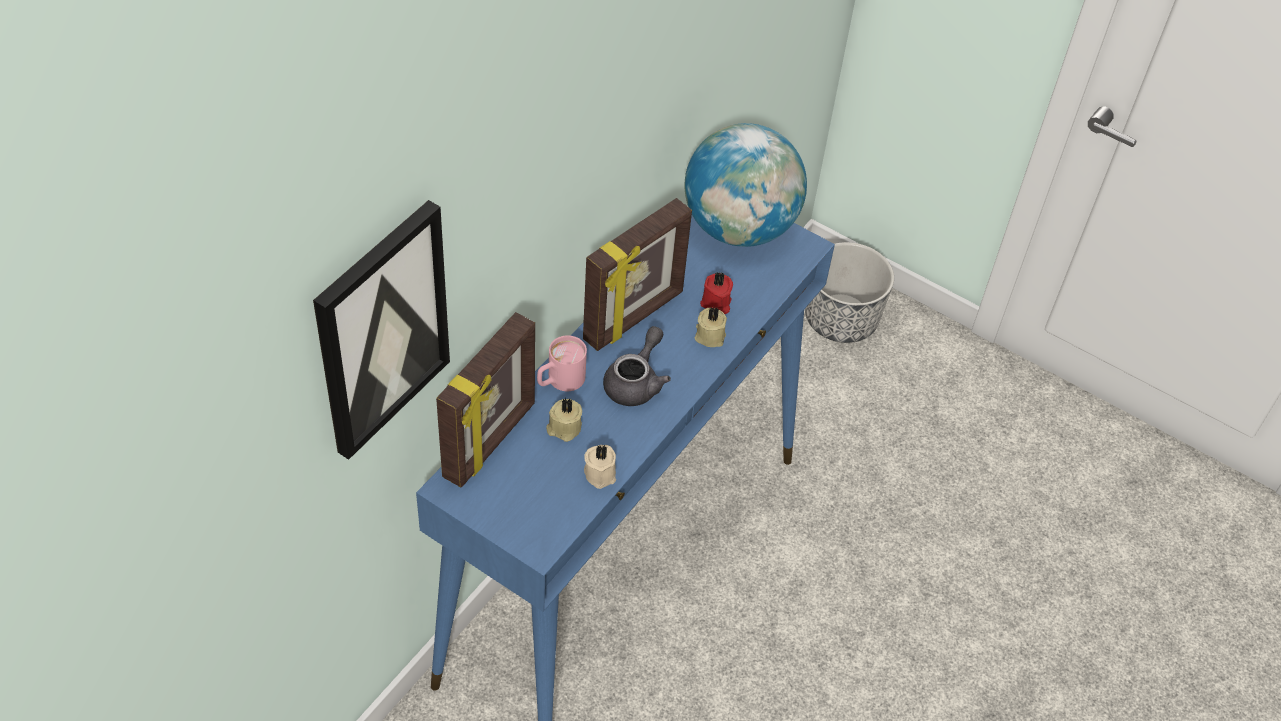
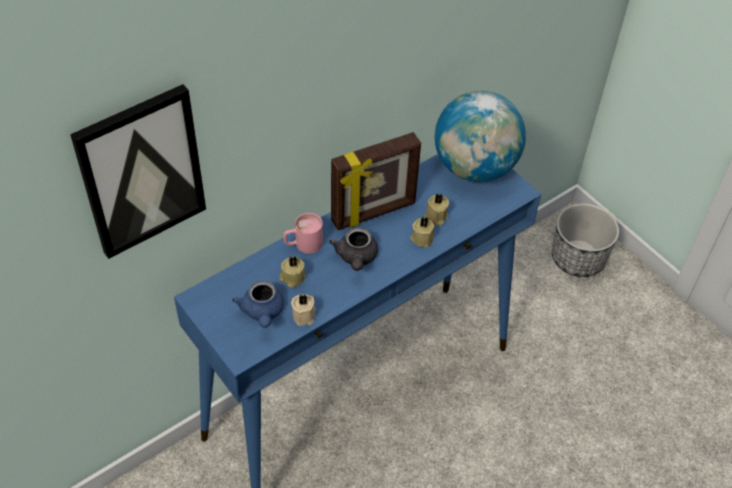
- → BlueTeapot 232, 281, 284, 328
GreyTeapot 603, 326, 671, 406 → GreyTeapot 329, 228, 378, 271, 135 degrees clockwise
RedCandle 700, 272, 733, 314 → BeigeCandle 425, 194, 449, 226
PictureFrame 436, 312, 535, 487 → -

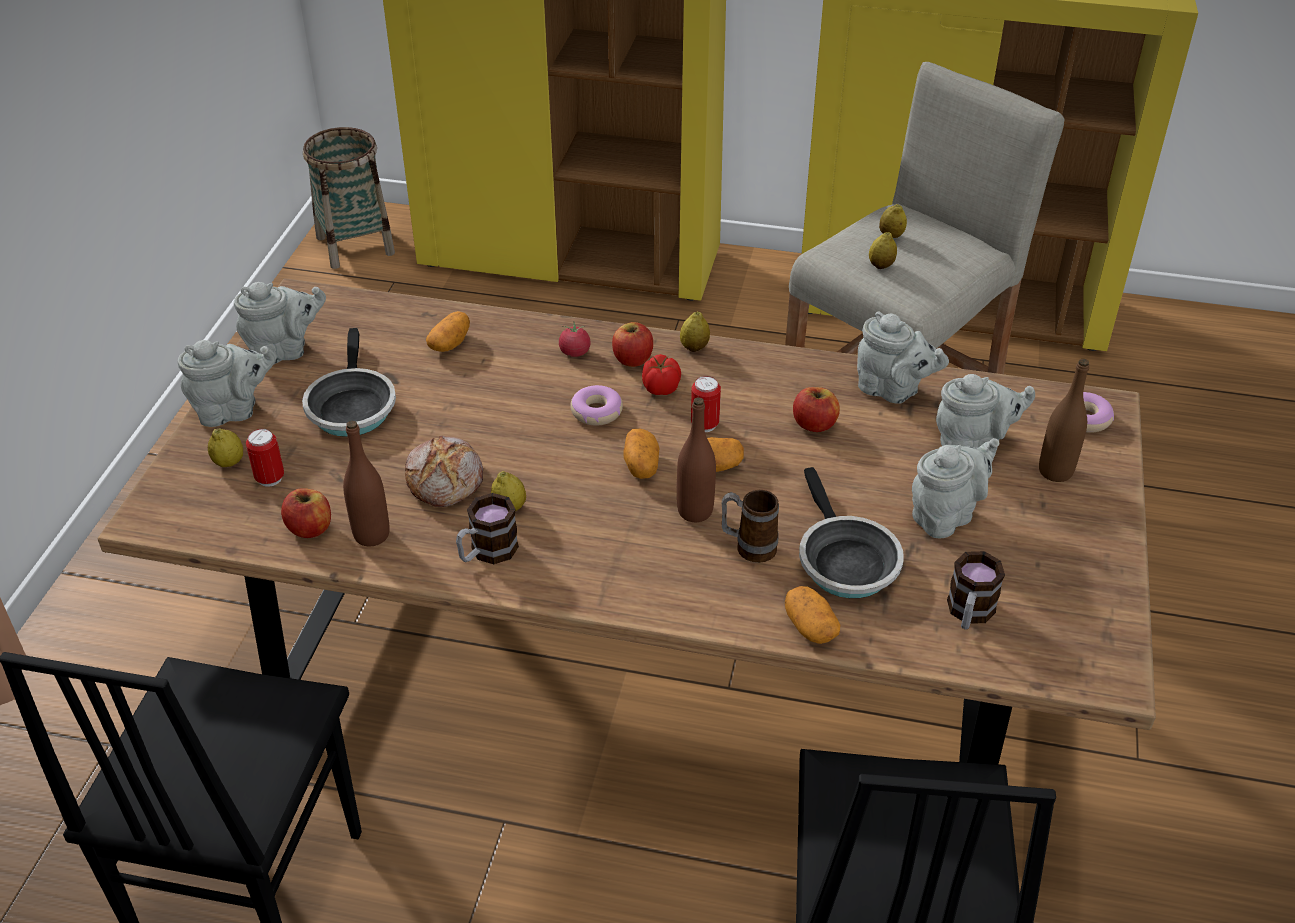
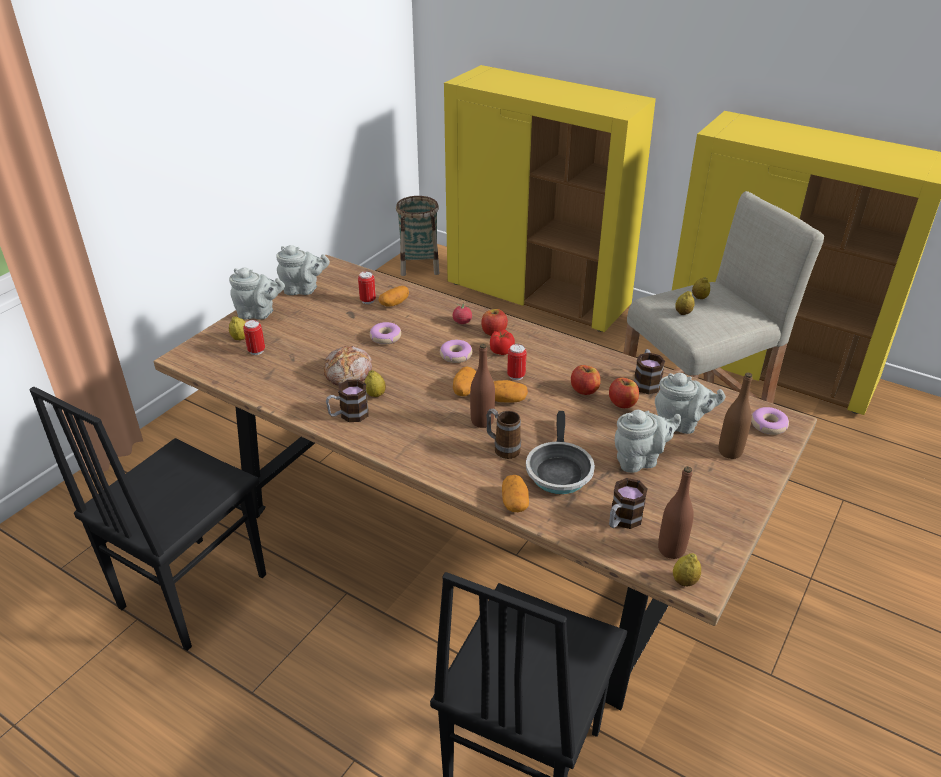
- → Can 358, 271, 376, 304
- → Donut 370, 322, 401, 345
Apple 281, 488, 331, 538 → Apple 609, 377, 639, 408, shifted
GreyTeapot 857, 311, 949, 404 → Mug 634, 349, 665, 394
BrownBottle 343, 421, 390, 546 → BrownBottle 658, 466, 694, 559, shifted
Lemon 680, 312, 710, 352 → Lemon 673, 553, 701, 586, shifted
FryingPan 302, 328, 396, 437 → -

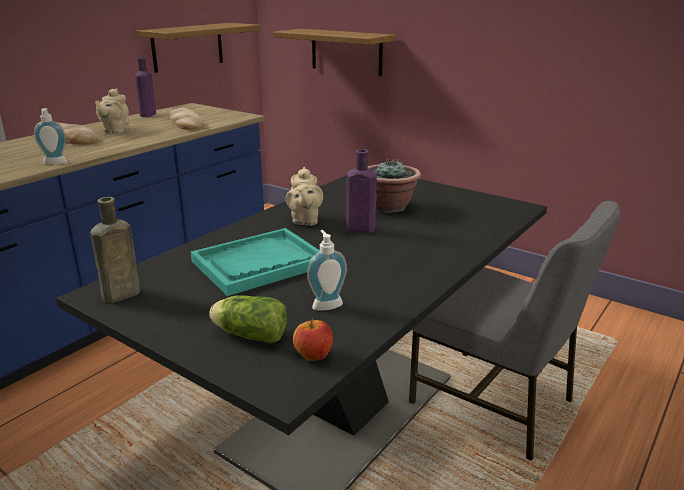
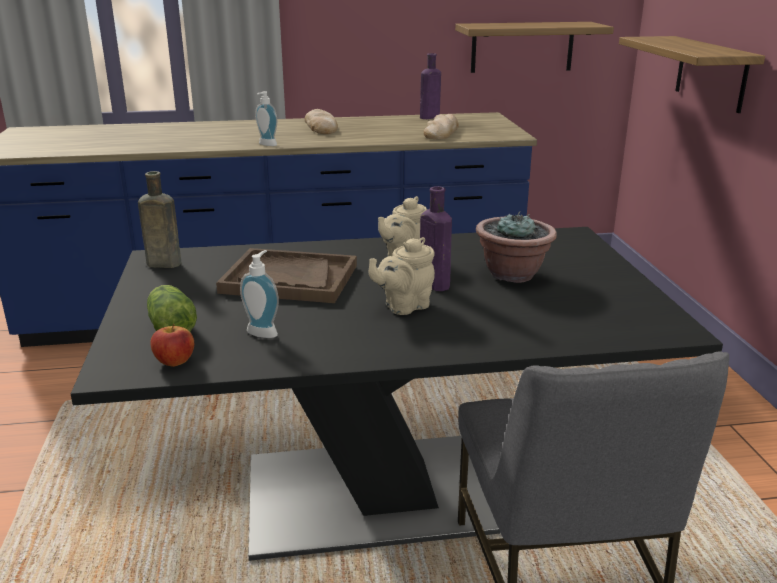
TurquoiseTray 191, 228, 320, 296 → BrownTray 216, 248, 357, 303
BeigeTeapot 95, 88, 129, 134 → BeigeTeapot 369, 237, 435, 315, shifted

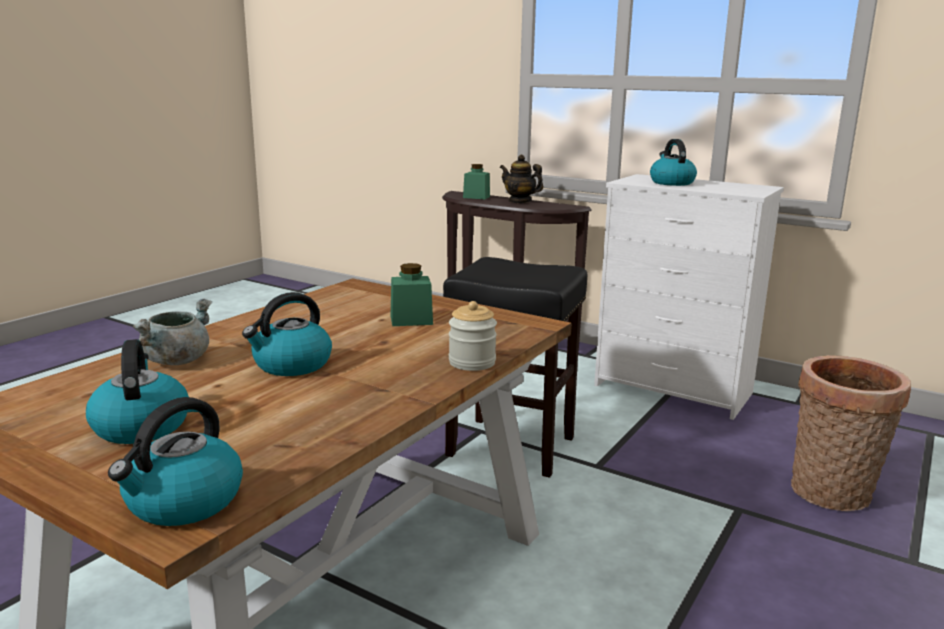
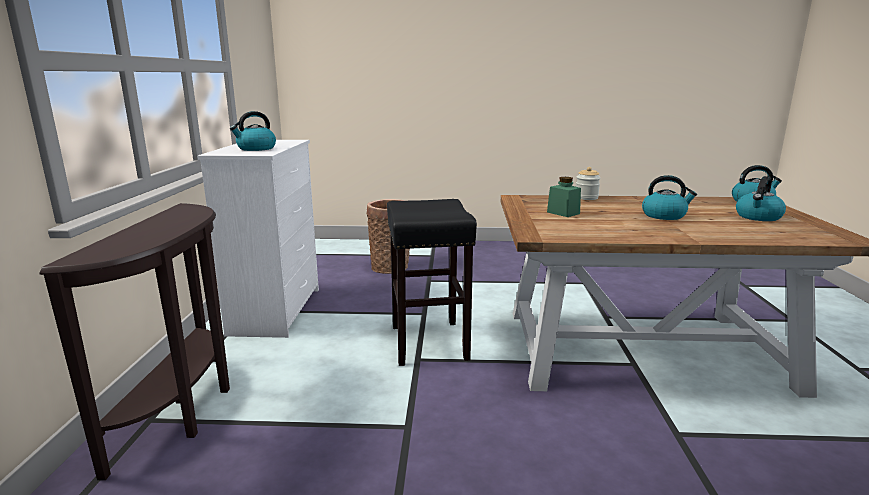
GreyCookingPot 133, 299, 212, 365 → -
GreenJar 463, 164, 490, 199 → -
Teapot 500, 155, 544, 203 → -

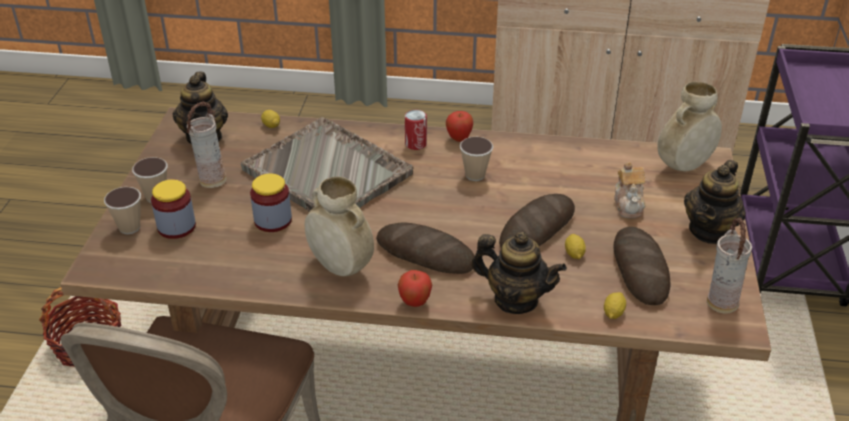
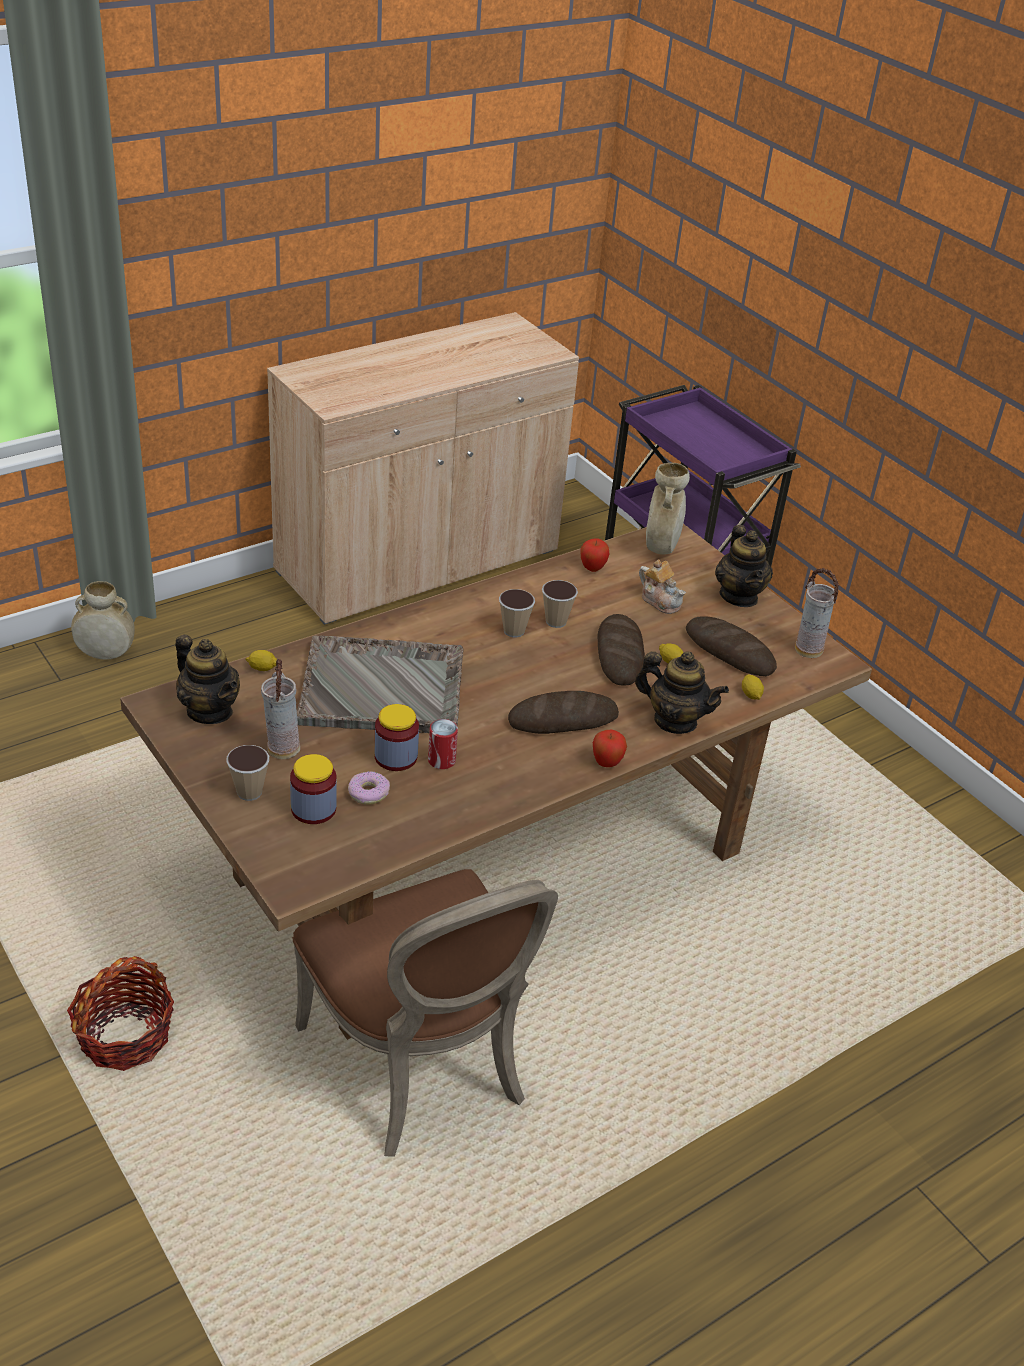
BeigeVase 305, 177, 374, 276 → BeigeVase 71, 581, 135, 660, shifted
- → Donut 348, 771, 390, 805
Can 405, 110, 427, 150 → Can 428, 719, 458, 769, shifted
Cup 104, 187, 141, 234 → Cup 542, 580, 578, 628, shifted
Apple 446, 111, 473, 142 → Apple 581, 538, 609, 572, shifted
Teapot 471, 232, 567, 314 → Teapot 635, 651, 729, 734, 45 degrees clockwise

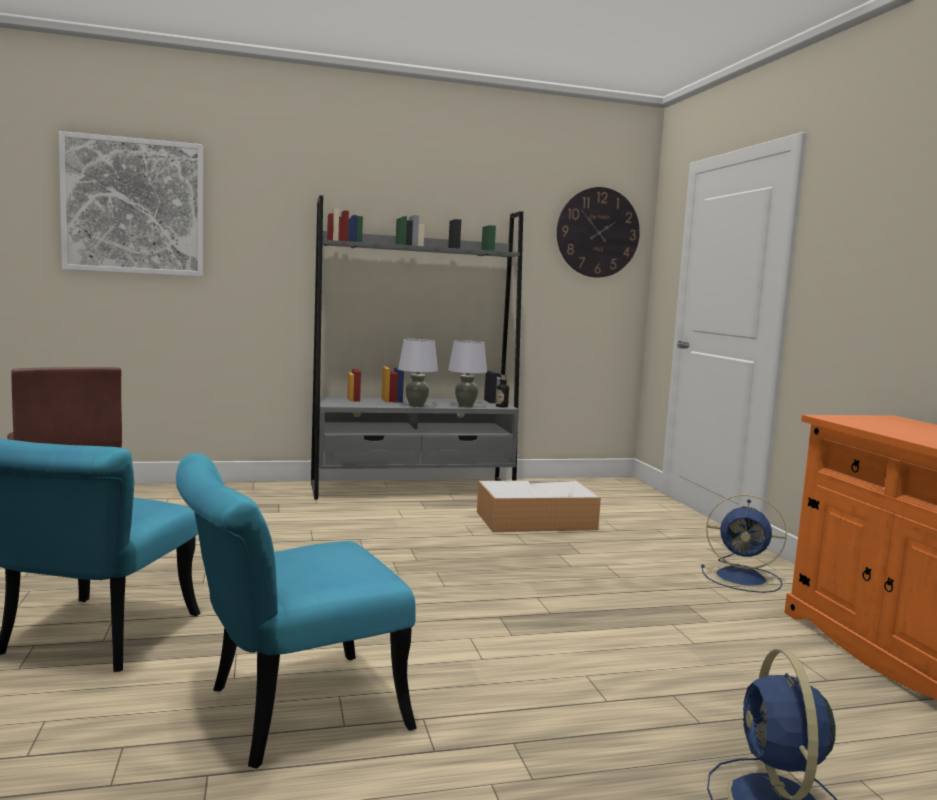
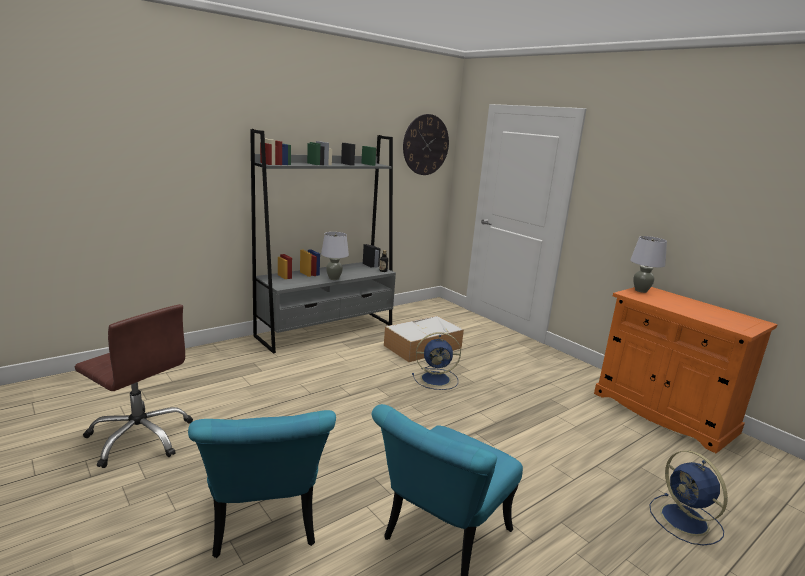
BlueFan 701, 494, 787, 593 → BlueFan 412, 332, 461, 390, shifted
GreyTableLamp 448, 340, 487, 407 → GreyTableLamp 630, 236, 667, 293, shifted
Picture 59, 131, 203, 276 → -

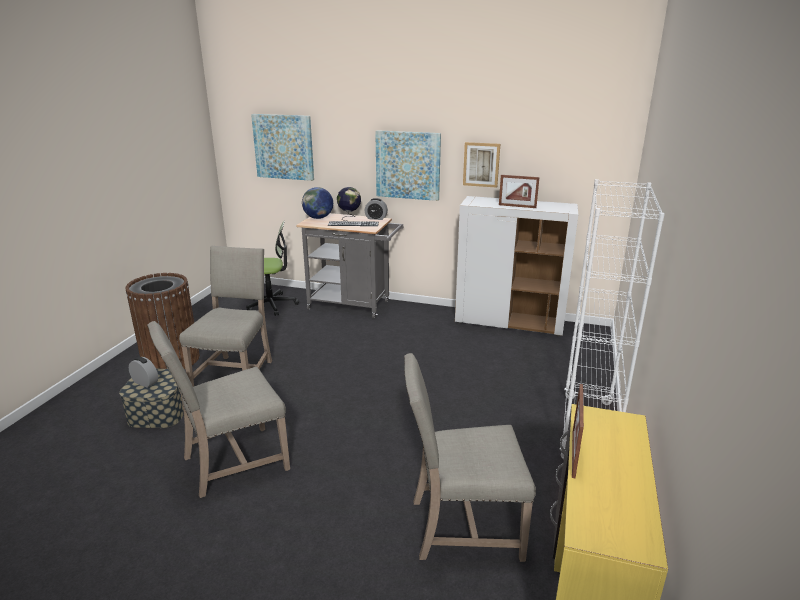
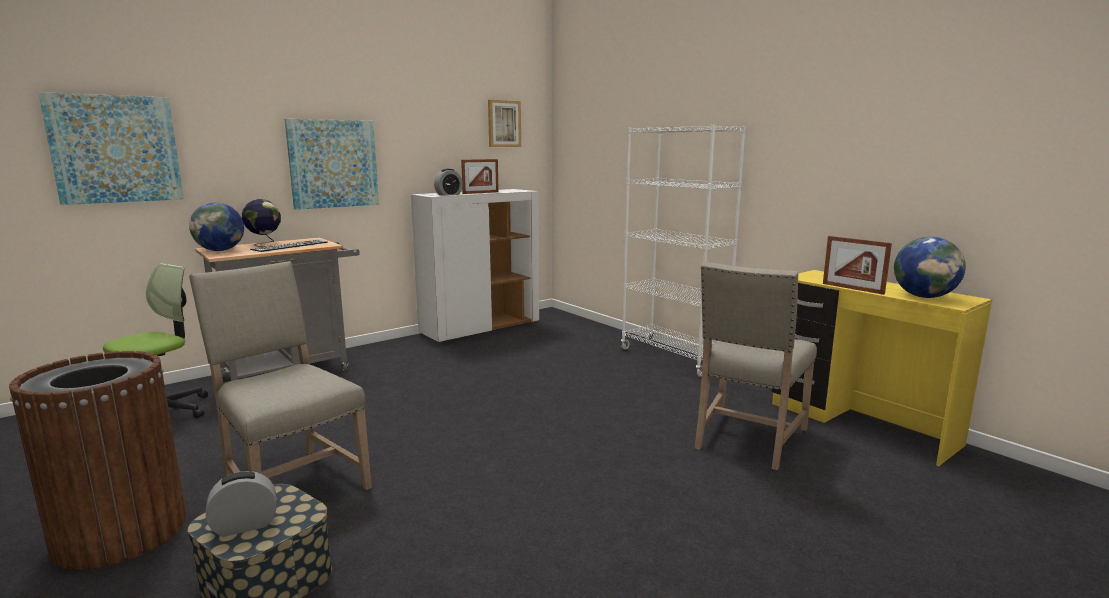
AlarmClock 364, 198, 388, 220 → AlarmClock 434, 169, 463, 196, shifted
Picture 463, 142, 500, 188 → Picture 488, 100, 521, 147, shifted
- → Globe 894, 237, 966, 298
BeigeChair 147, 321, 290, 498 → -

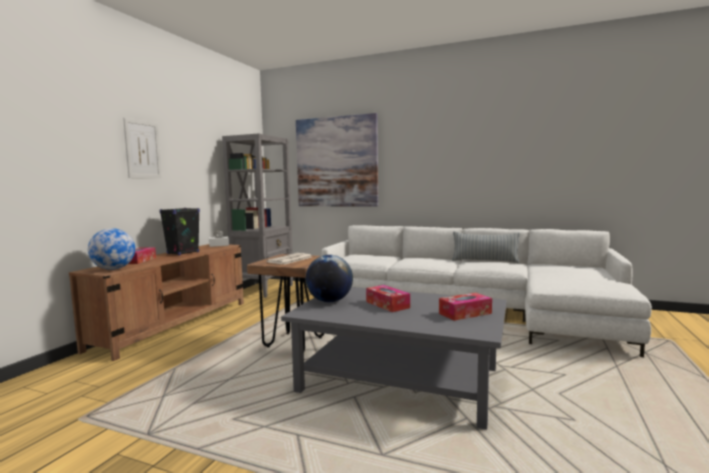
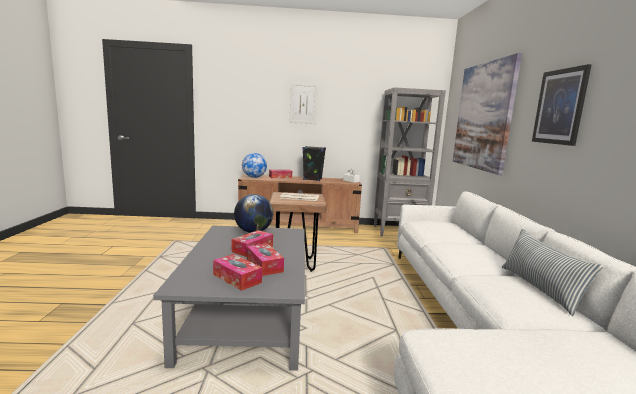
- → TissueBox 247, 244, 284, 276
- → Picture 532, 64, 592, 146

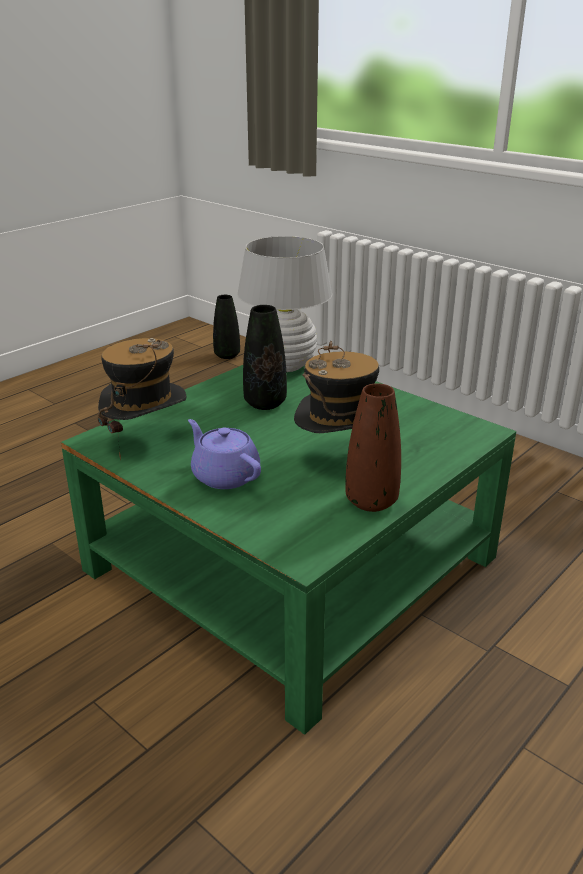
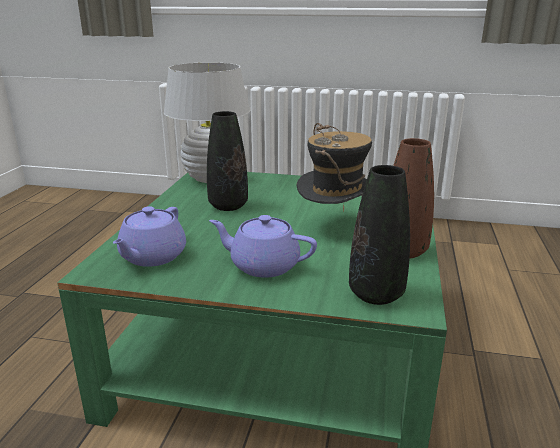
Hat 98, 338, 187, 460 → PurpleTeapot 113, 206, 186, 267
BlackVase 213, 295, 240, 359 → BlackVase 349, 165, 410, 305, shifted

